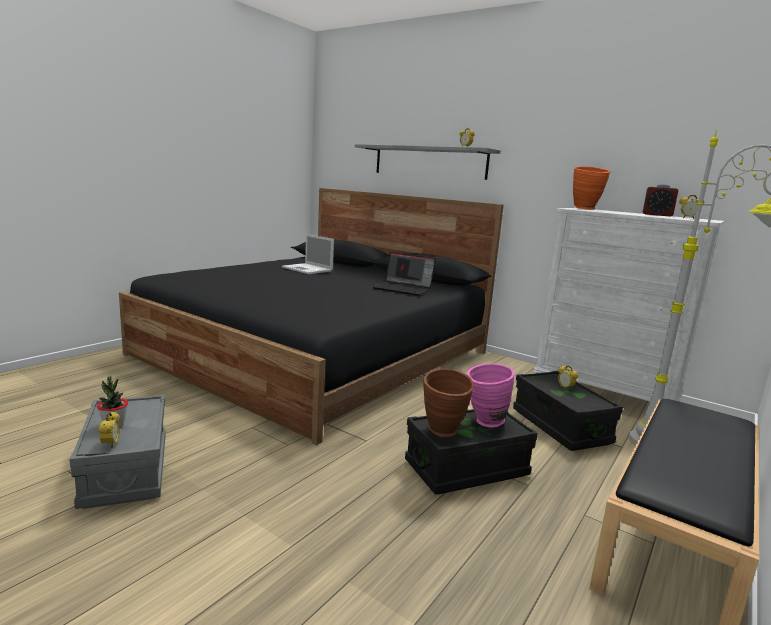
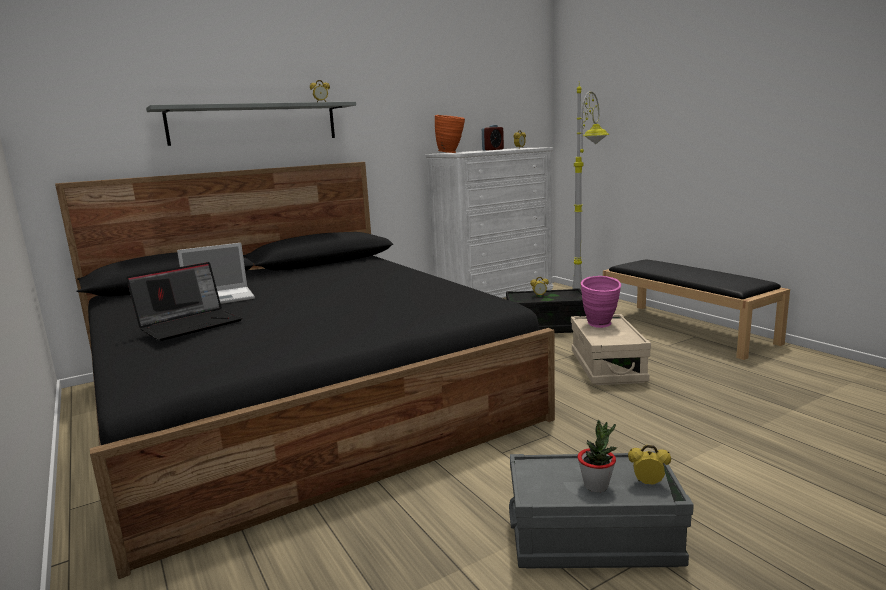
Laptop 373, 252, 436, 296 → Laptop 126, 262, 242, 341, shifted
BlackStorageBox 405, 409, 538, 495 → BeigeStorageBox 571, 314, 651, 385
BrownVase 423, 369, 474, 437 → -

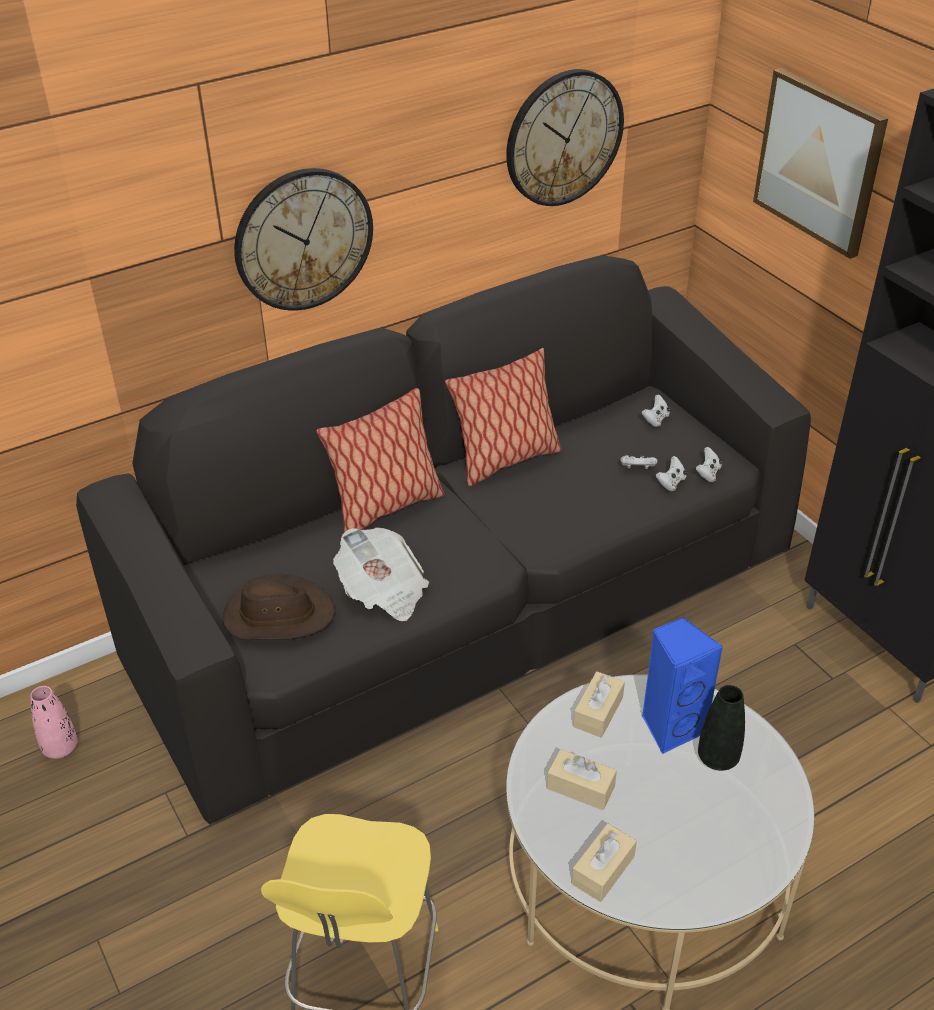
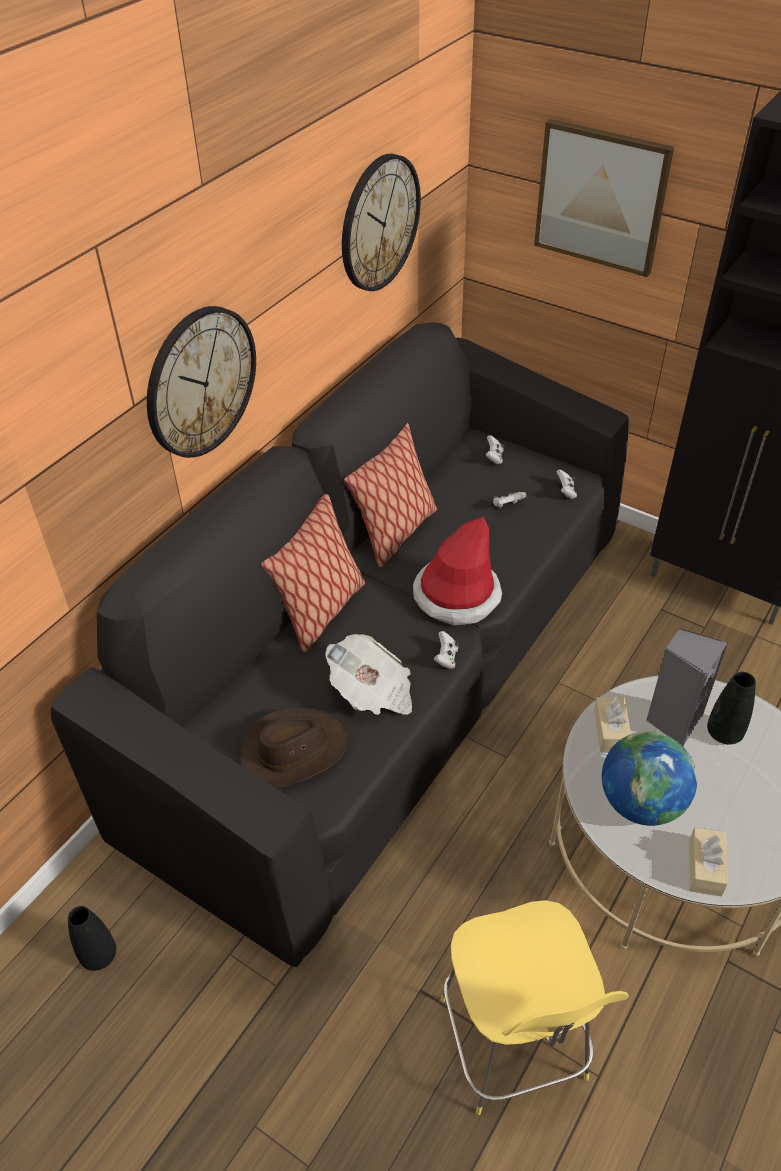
PinkVase 30, 686, 77, 759 → BlackVase 68, 906, 116, 971
- → Hat 413, 517, 502, 625
WhiteGameController 656, 456, 687, 491 → WhiteGameController 434, 631, 459, 669, shifted
BeigeTissueBox 547, 749, 617, 810 → Globe 602, 731, 697, 826
BlueSpeaker 642, 617, 723, 754 → GreySpeaker 646, 628, 728, 746

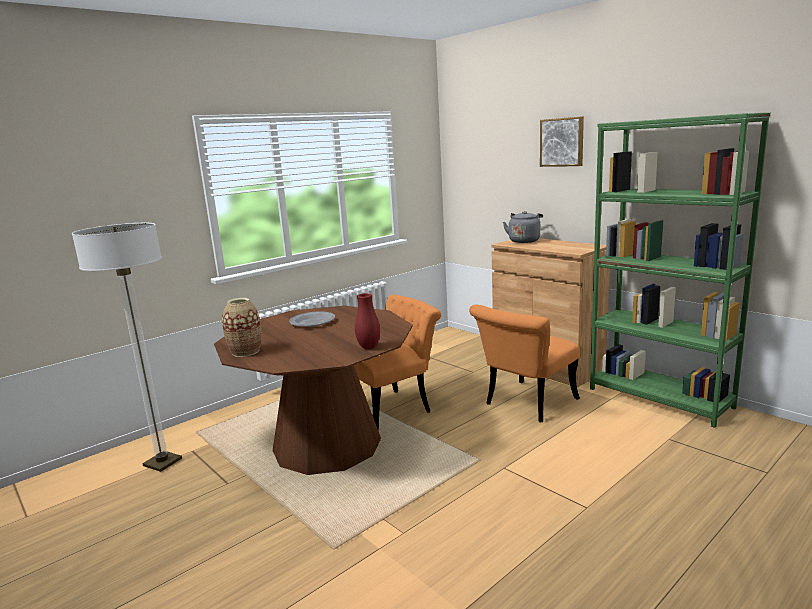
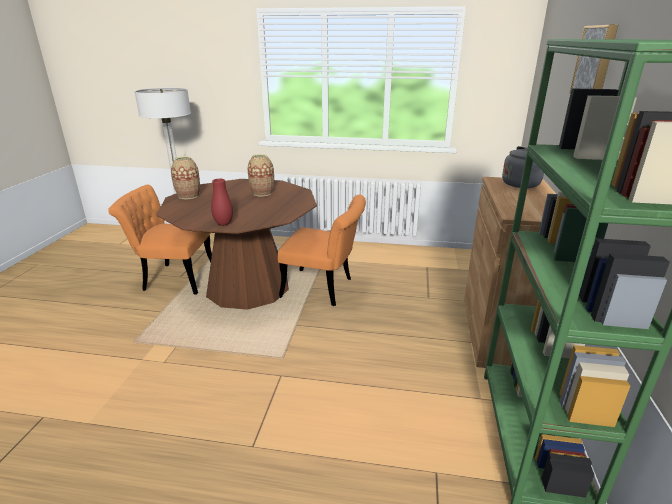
OrangeChair 469, 304, 580, 422 → OrangeChair 108, 185, 212, 295, shifted
GreyPlate 289, 311, 335, 327 → Vase 248, 154, 274, 196

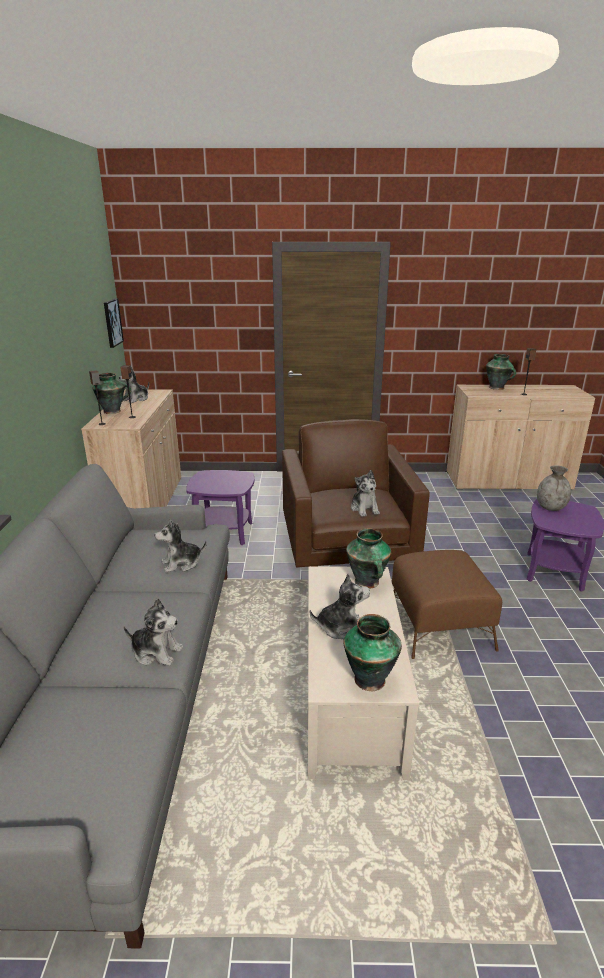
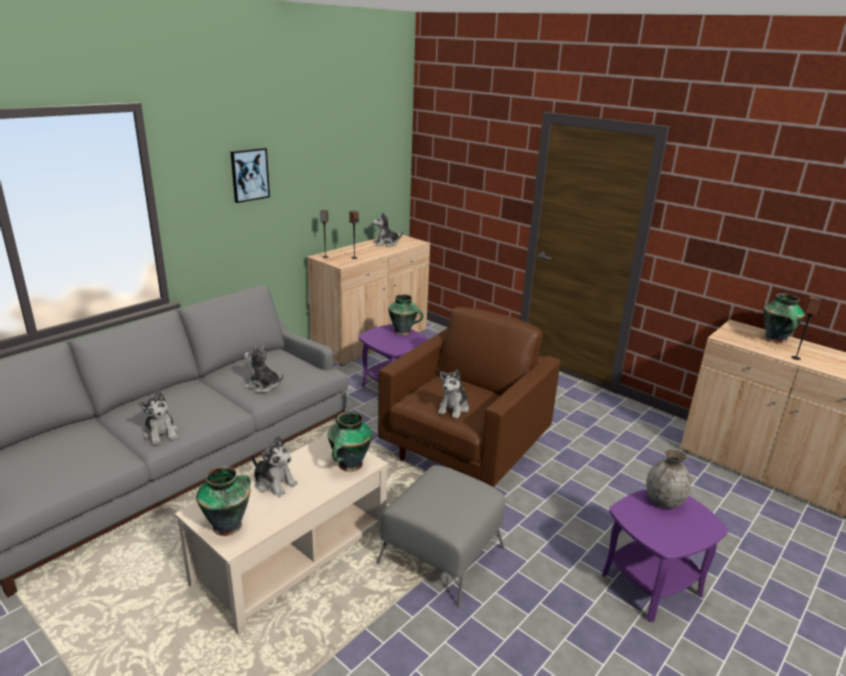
Picture 104, 298, 124, 348 → Picture 231, 148, 270, 203, shifted
BrownOttoman 392, 550, 502, 659 → GreyOttoman 376, 465, 505, 608
Vase 93, 373, 131, 414 → Vase 388, 294, 423, 335, shifted

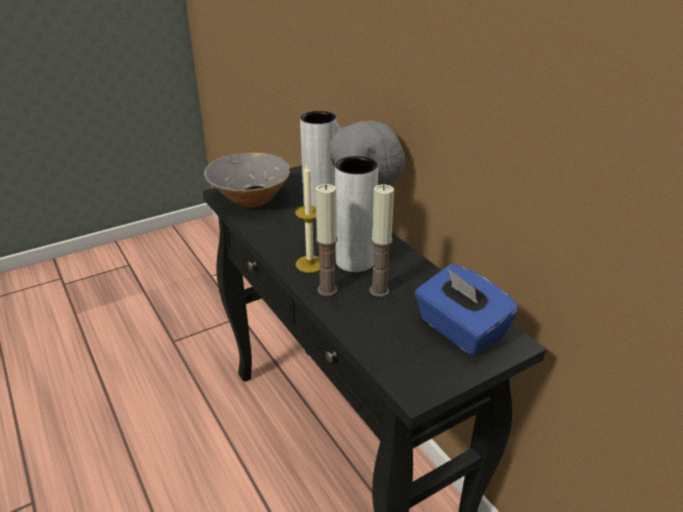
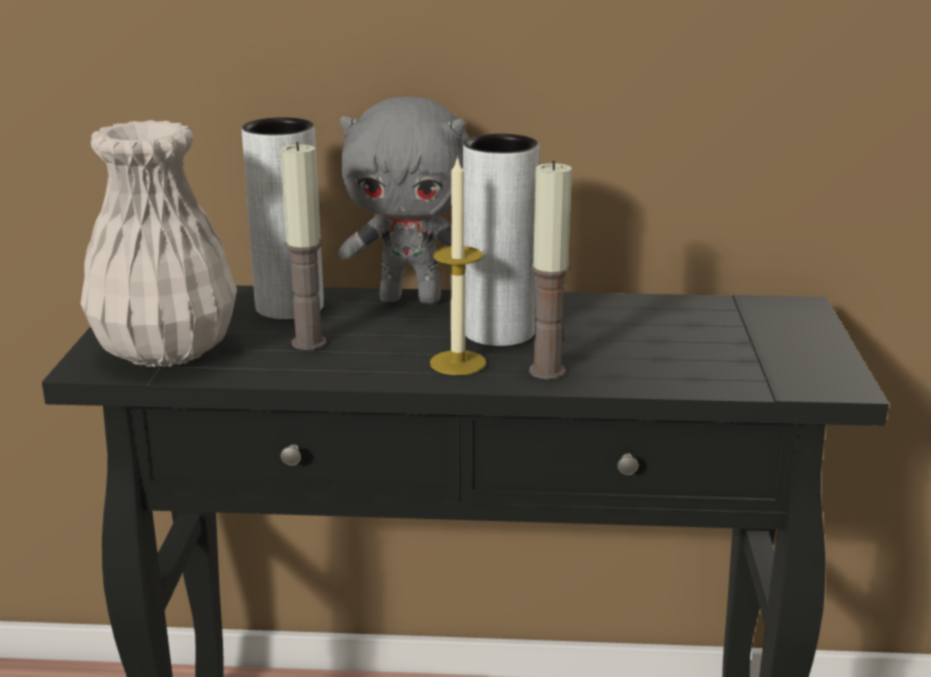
GreyBowl 204, 153, 290, 208 → WhiteVase 81, 120, 237, 367
Candle 370, 185, 394, 297 → Candle 281, 142, 326, 350, shifted
BlueTissueBox 415, 264, 519, 356 → -

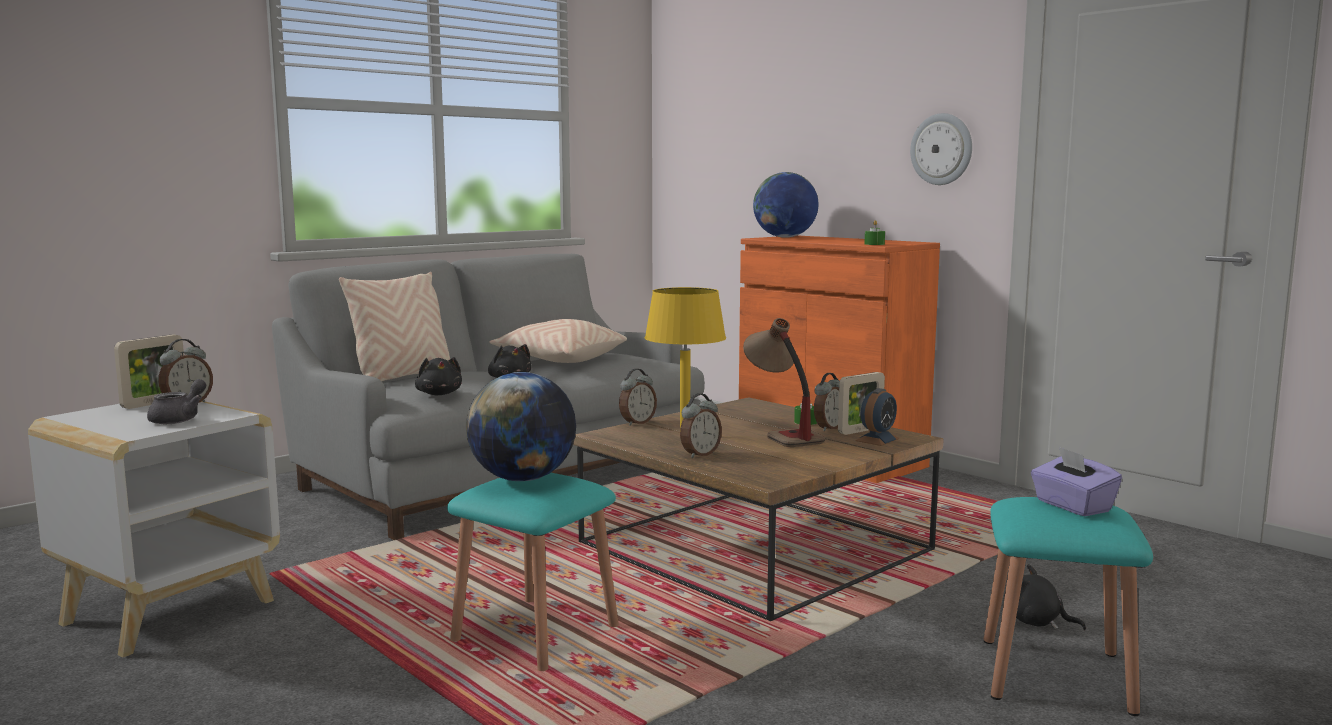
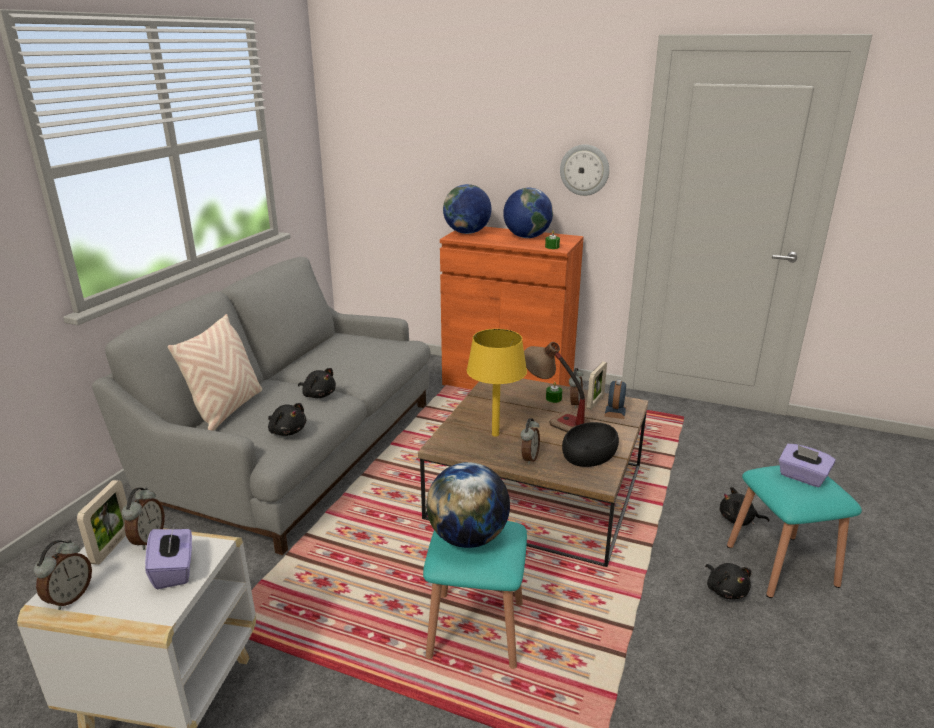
AlarmClock 619, 369, 657, 426 → AlarmClock 34, 540, 92, 610, shifted
GreyTeapot 147, 379, 206, 424 → PurpleTissueBox 145, 526, 192, 589
- → Globe 503, 188, 553, 238
- → BlackBowl 562, 422, 619, 467
- → BlackPlushToy 705, 563, 751, 599
BeigePillow 489, 319, 627, 363 → -

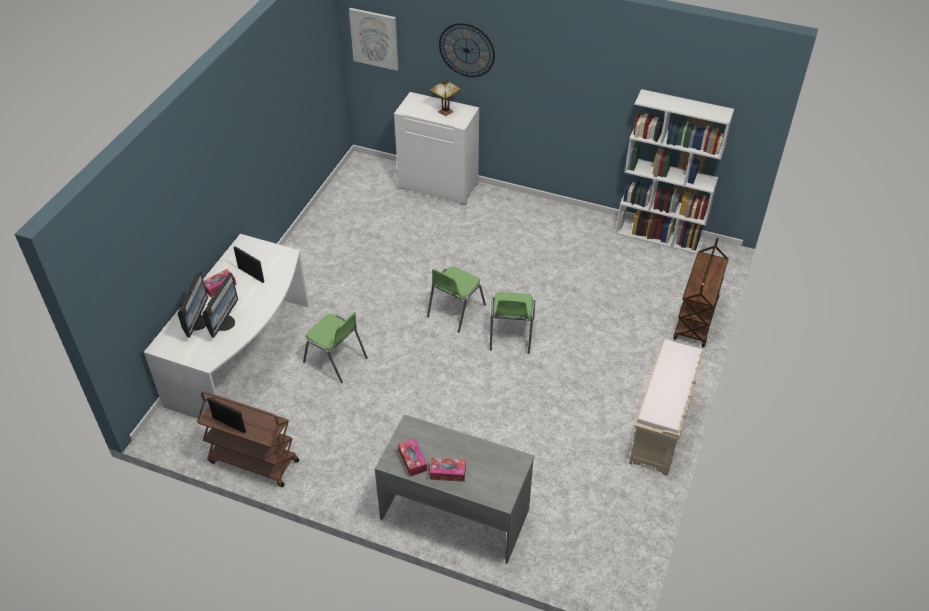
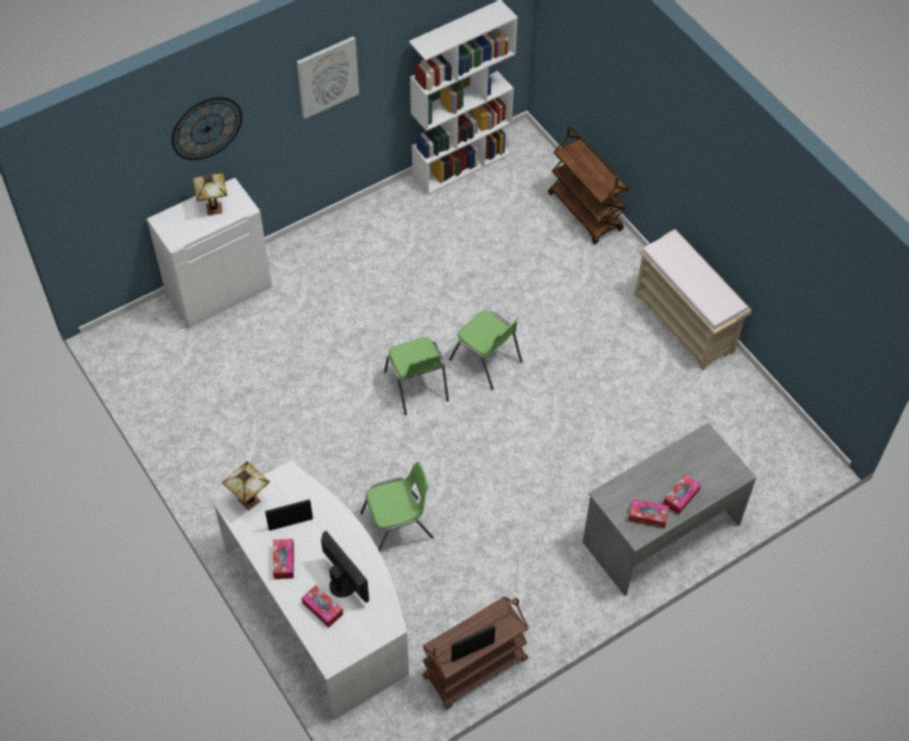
- → TableLamp 222, 461, 270, 511
Picture 349, 8, 398, 71 → Picture 297, 36, 359, 119, shifted
Monitor 177, 271, 208, 338 → TissueBox 302, 585, 343, 628

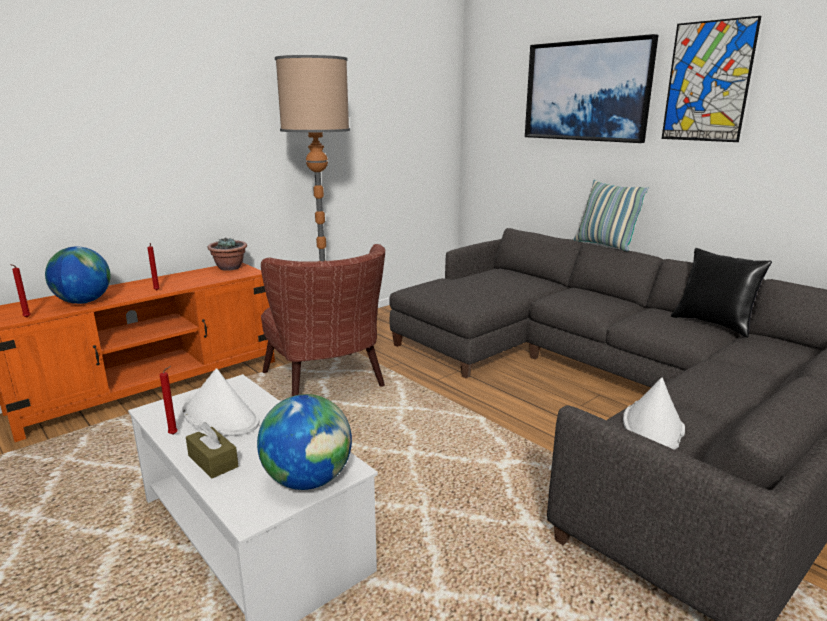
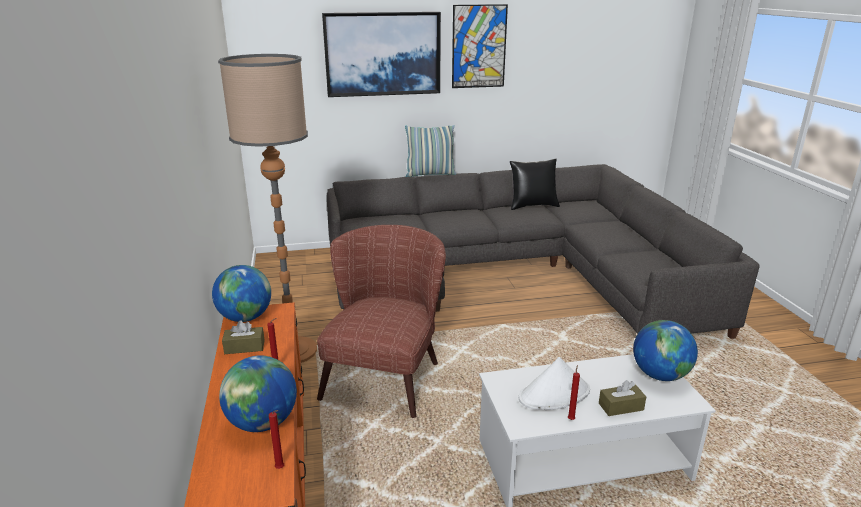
PottedPlant 207, 238, 247, 271 → Globe 212, 265, 271, 322
- → BrownTissueBox 222, 320, 265, 354
BrownArmchair 261, 244, 385, 396 → BrownArmchair 317, 225, 446, 418, 75 degrees counterclockwise
WhiteHat 623, 378, 685, 450 → -

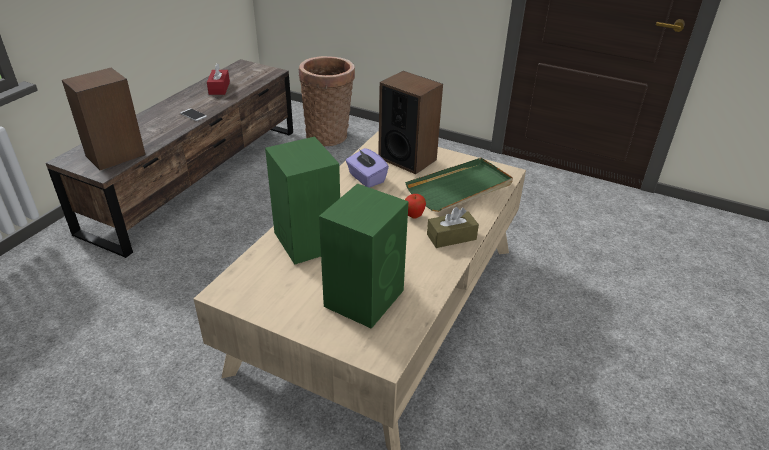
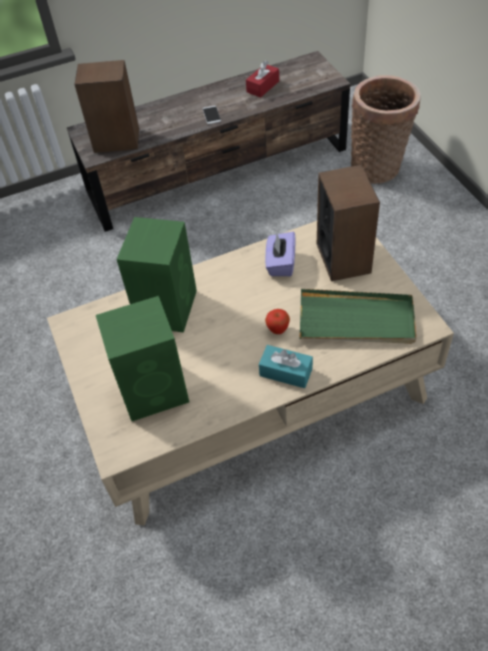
BrownTissueBox 427, 207, 479, 248 → TurquoiseTissueBox 259, 345, 313, 388

